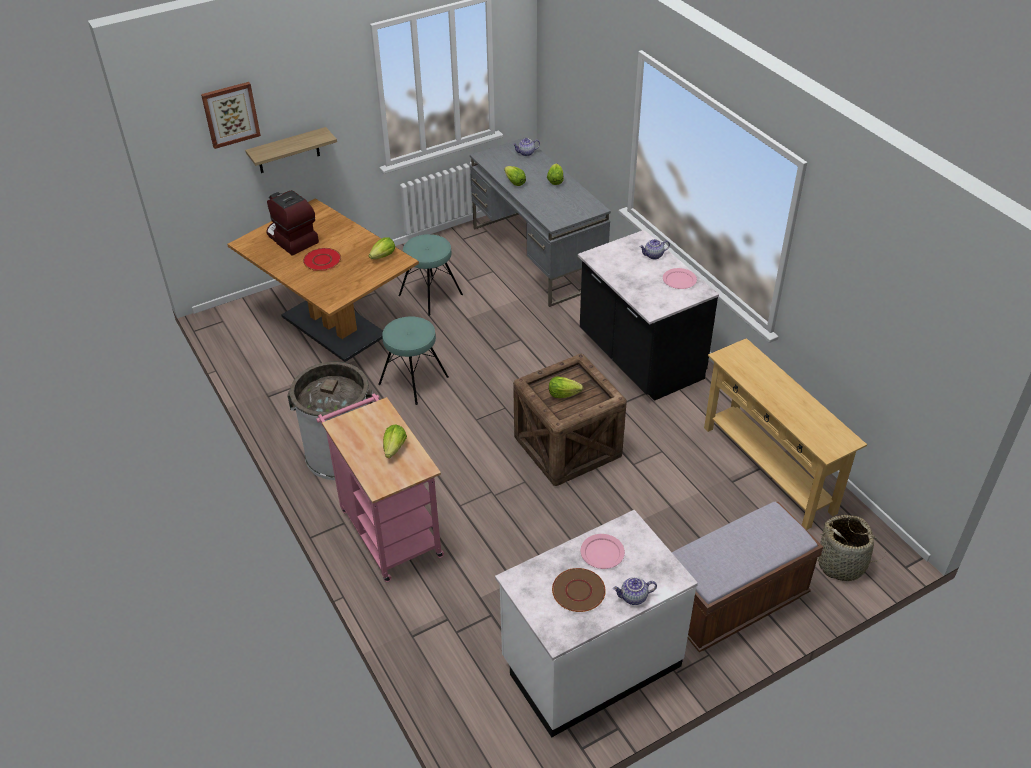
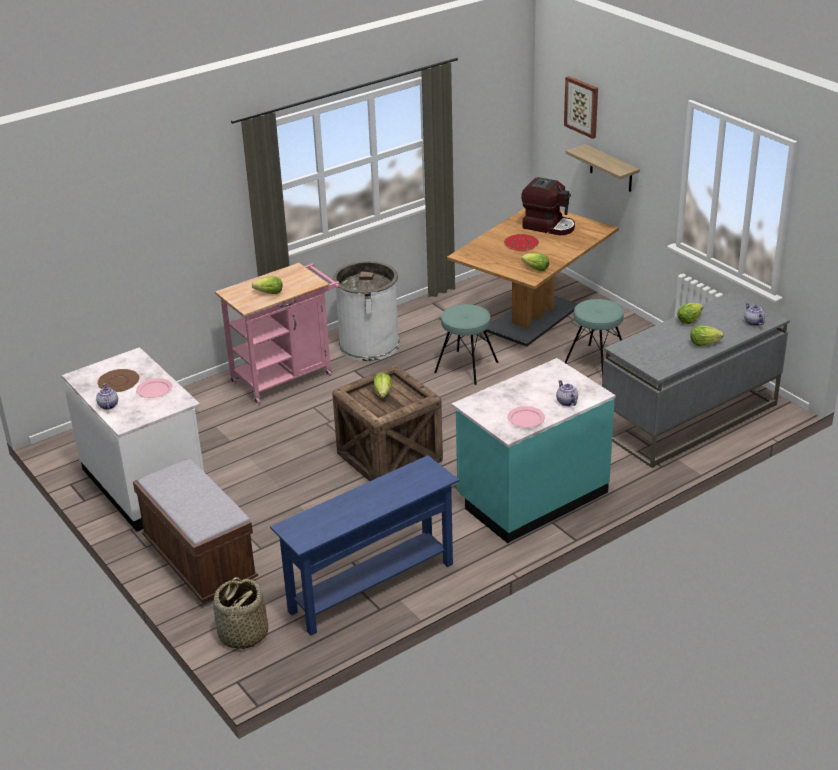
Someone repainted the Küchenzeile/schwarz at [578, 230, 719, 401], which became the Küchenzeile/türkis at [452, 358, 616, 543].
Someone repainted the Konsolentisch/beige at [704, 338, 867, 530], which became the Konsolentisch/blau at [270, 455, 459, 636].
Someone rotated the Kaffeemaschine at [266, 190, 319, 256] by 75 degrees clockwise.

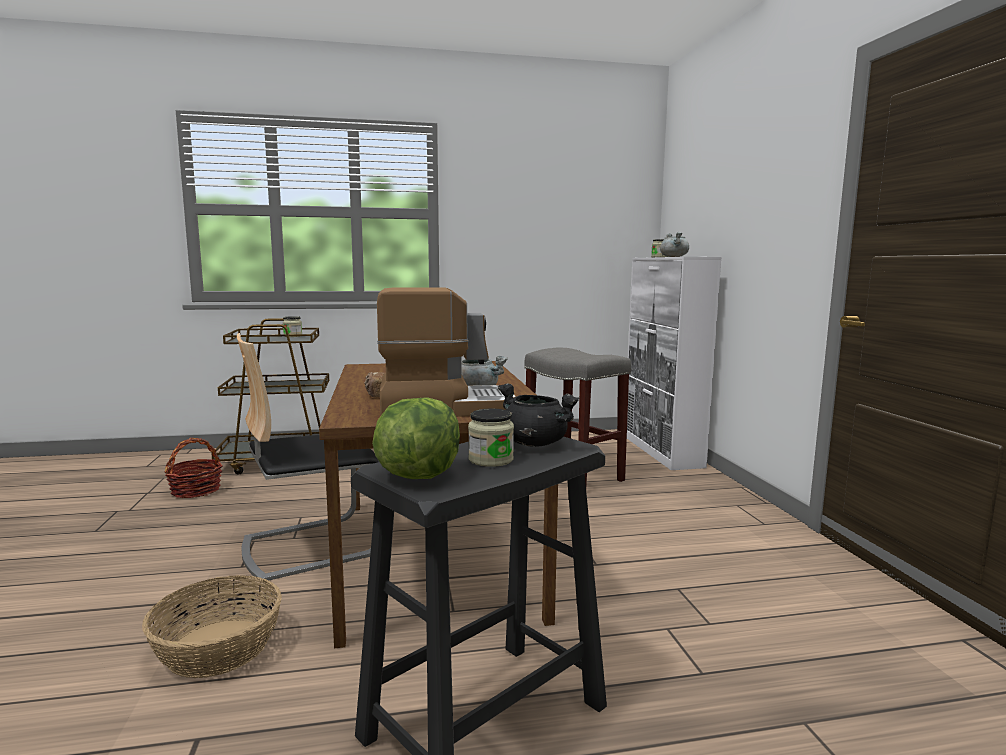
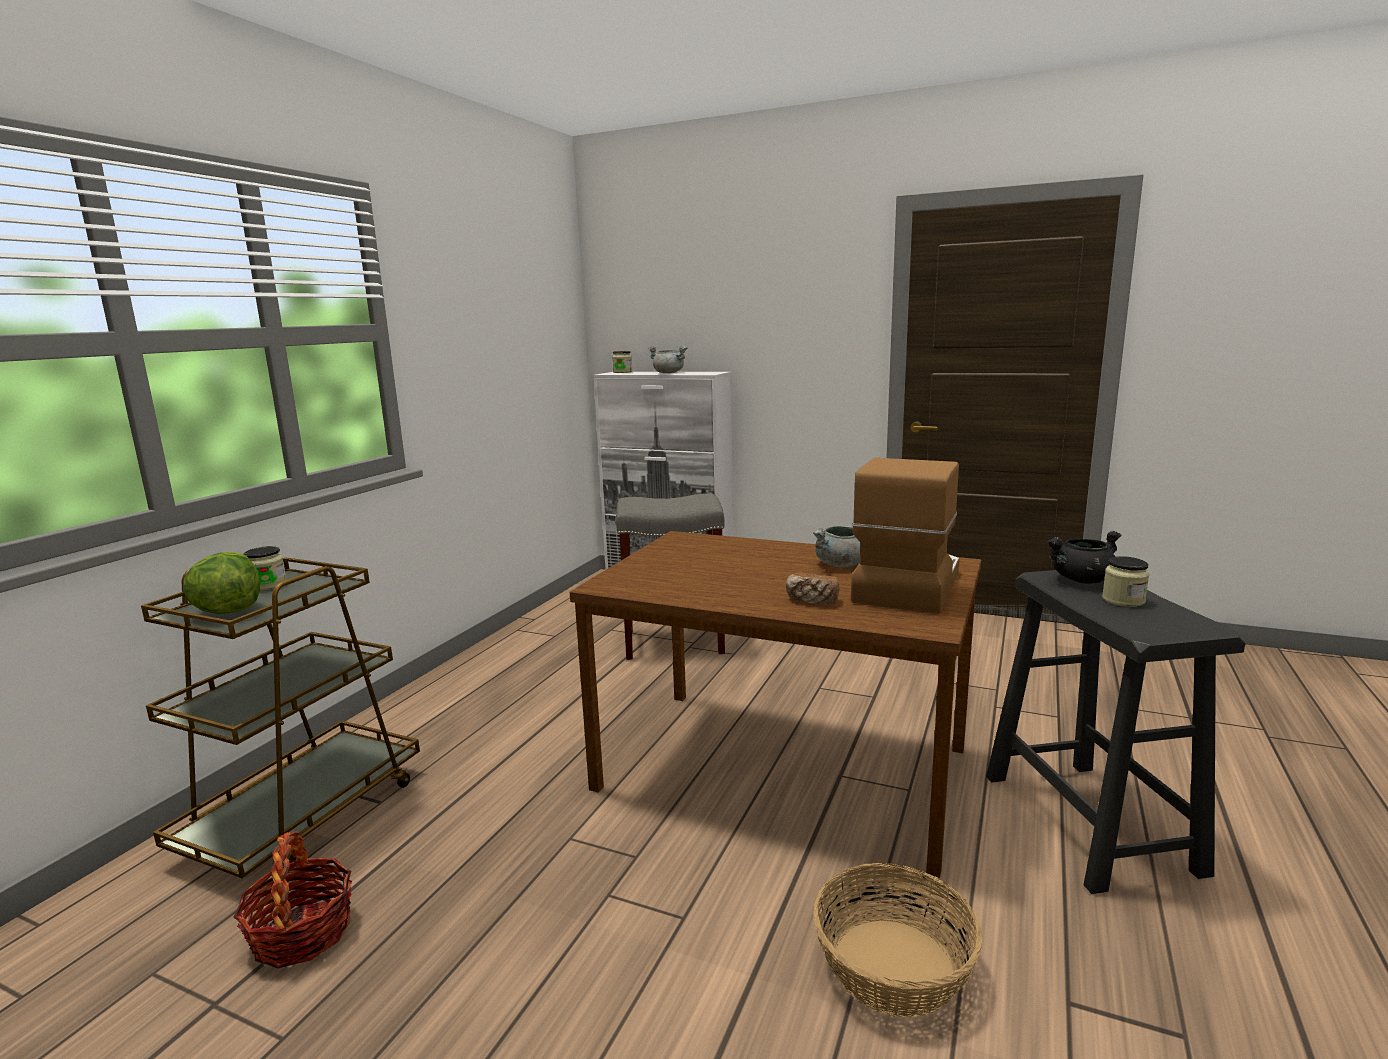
Someone took away the Stuhl at [237, 333, 379, 580].
Someone carried the Salatkopf from [372, 398, 460, 479] to [183, 552, 260, 614].

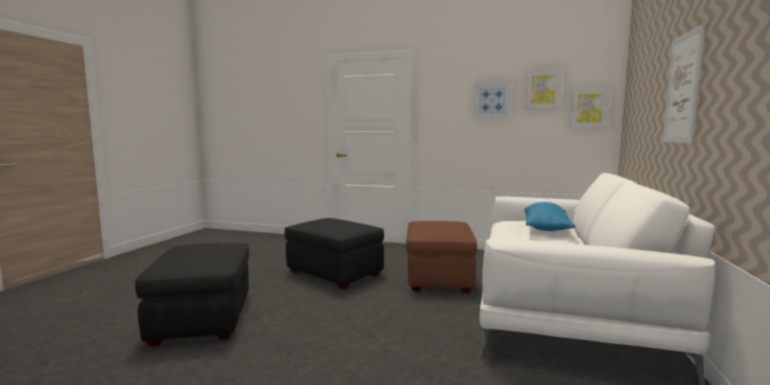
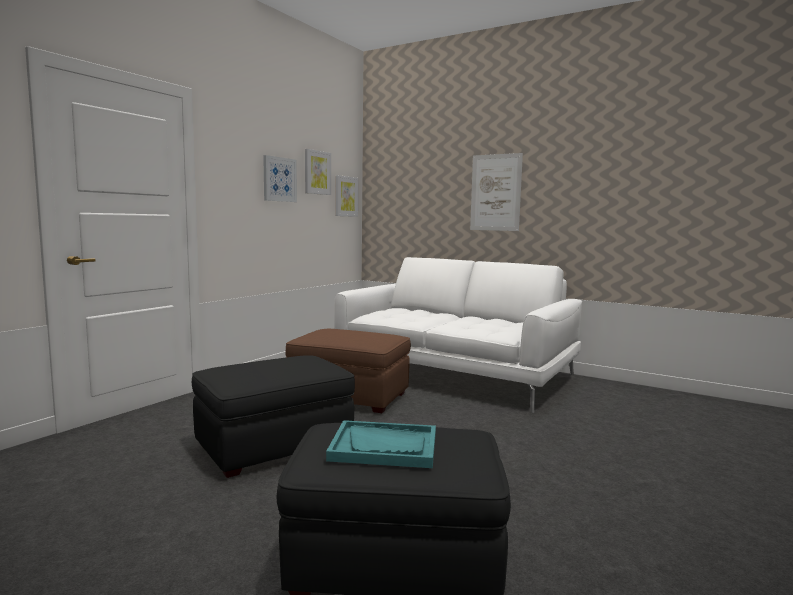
Someone took away the Kissen/blau at [524, 202, 576, 231].
Someone put down the Tablett/türkis at [326, 420, 436, 468].

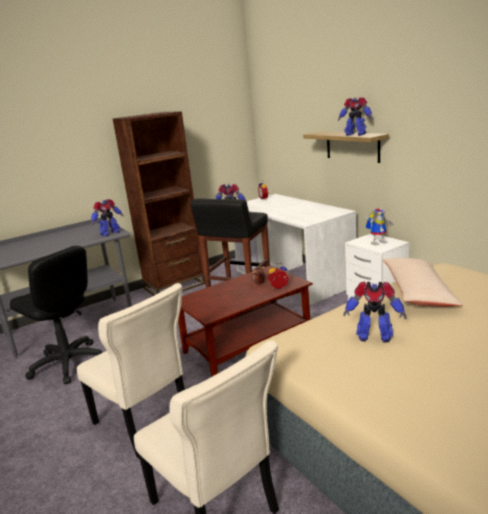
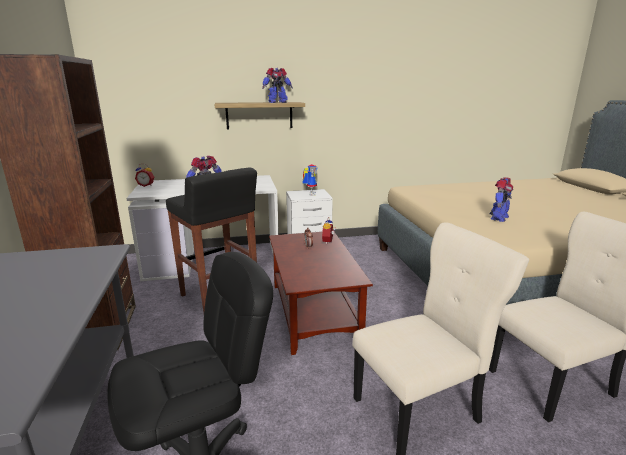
Someone took away the Spielzeugroboter at [91, 199, 124, 237].
Someone took away the Kissen/beige at [383, 258, 463, 307].

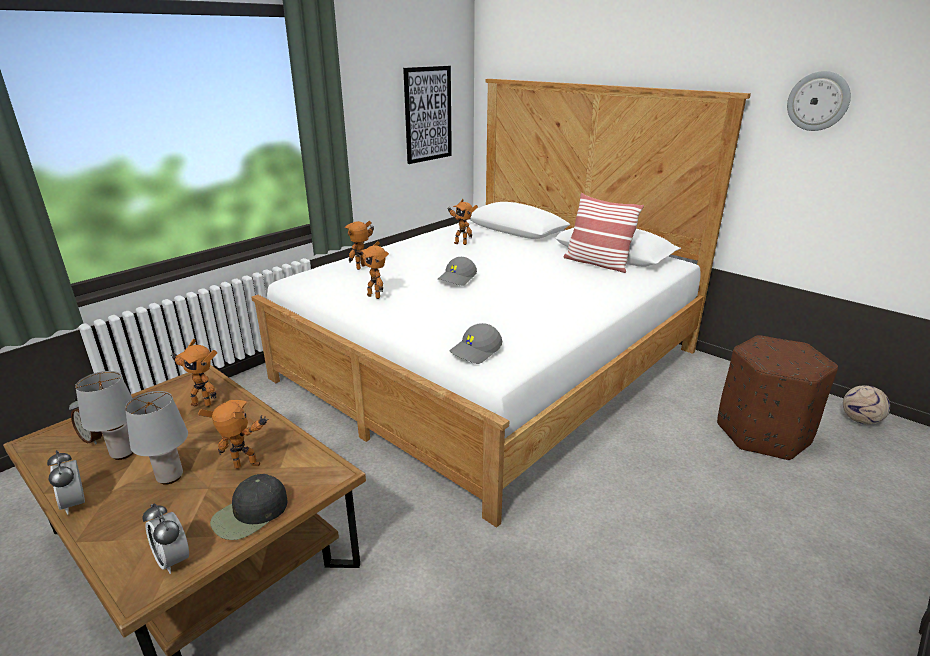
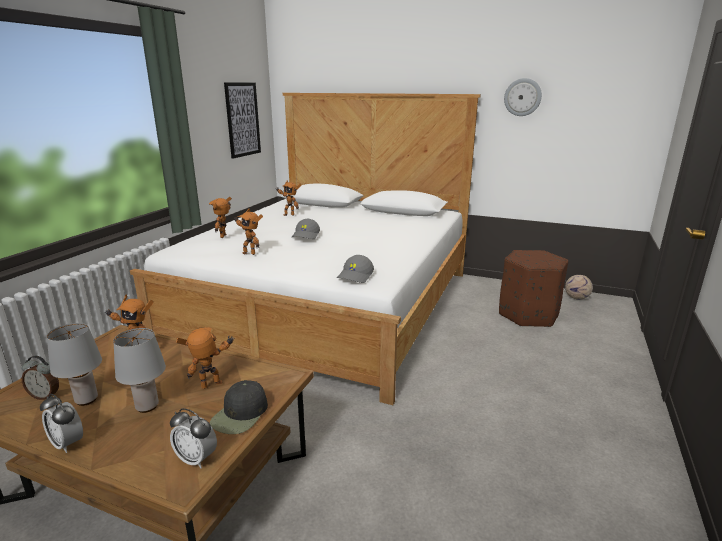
Someone took away the Kissen at [564, 193, 644, 273].

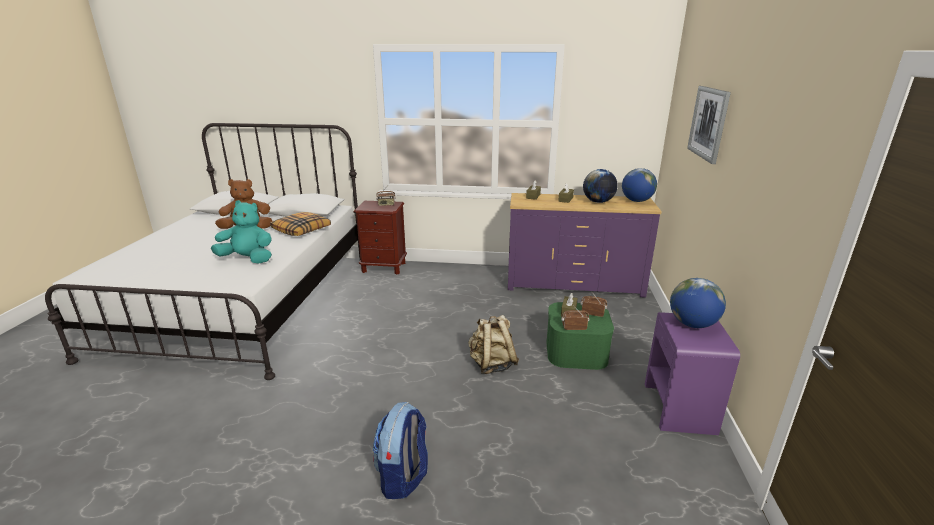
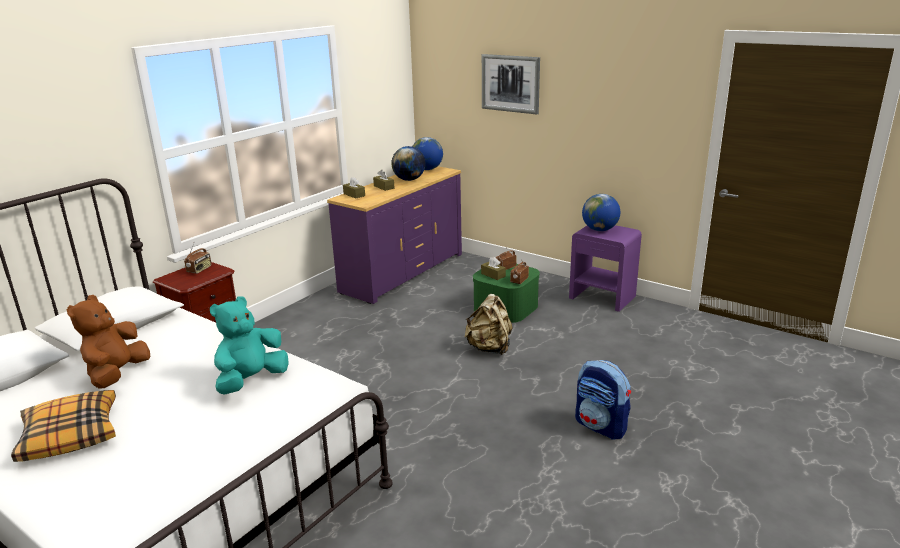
Someone carried the Kissen from [270, 212, 331, 236] to [11, 390, 116, 462].

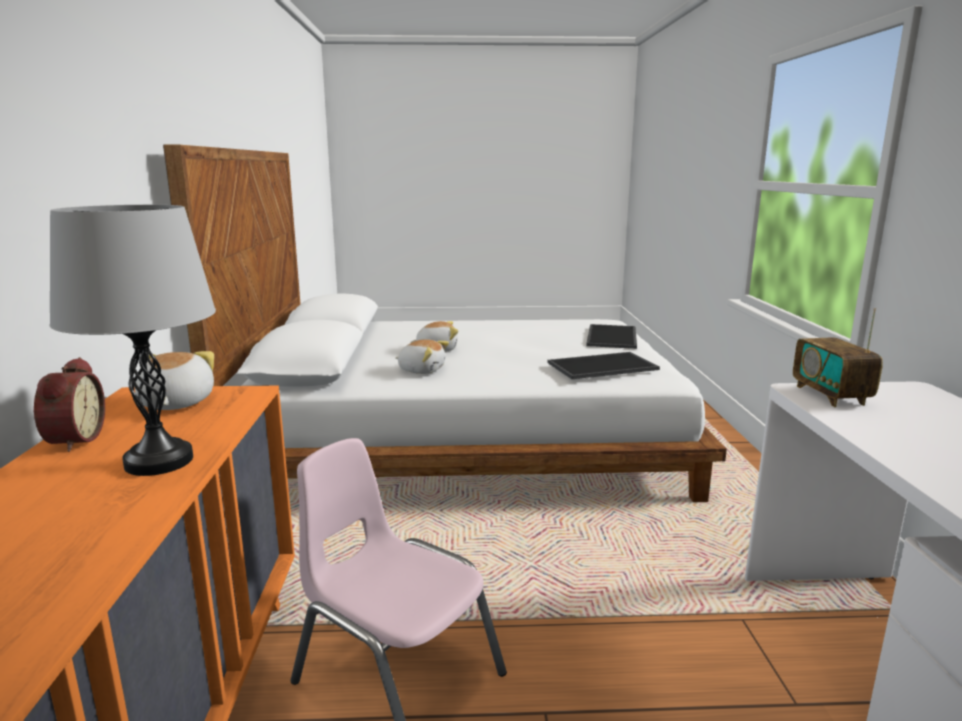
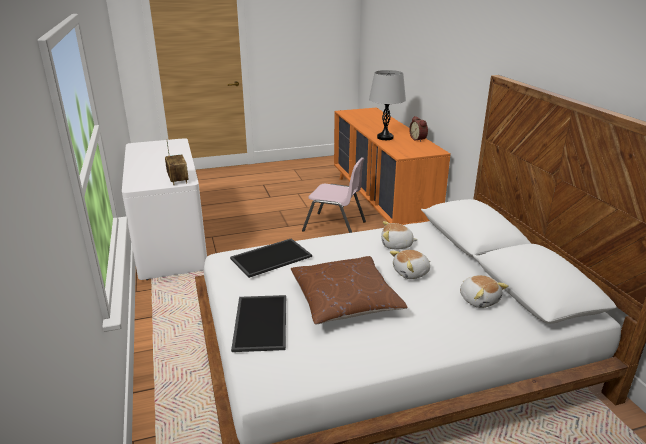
Someone put down the Kissen/braun at [291, 256, 407, 325].
Someone carried the Plüschtier from [135, 351, 214, 410] to [460, 275, 508, 308].

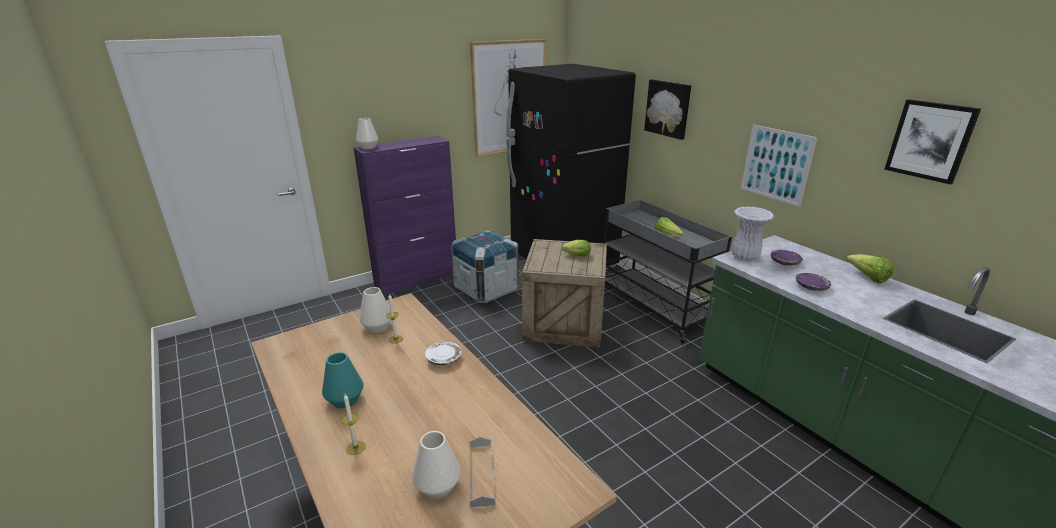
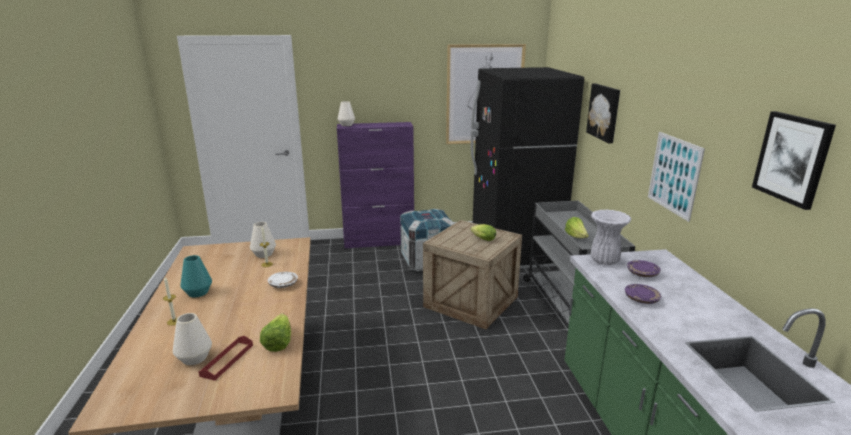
Someone carried the Salatkopf from [846, 254, 893, 284] to [260, 313, 291, 352].
Someone repainted the Tablett/grau at [469, 437, 495, 507], which became the Tablett/rot at [198, 336, 253, 381].

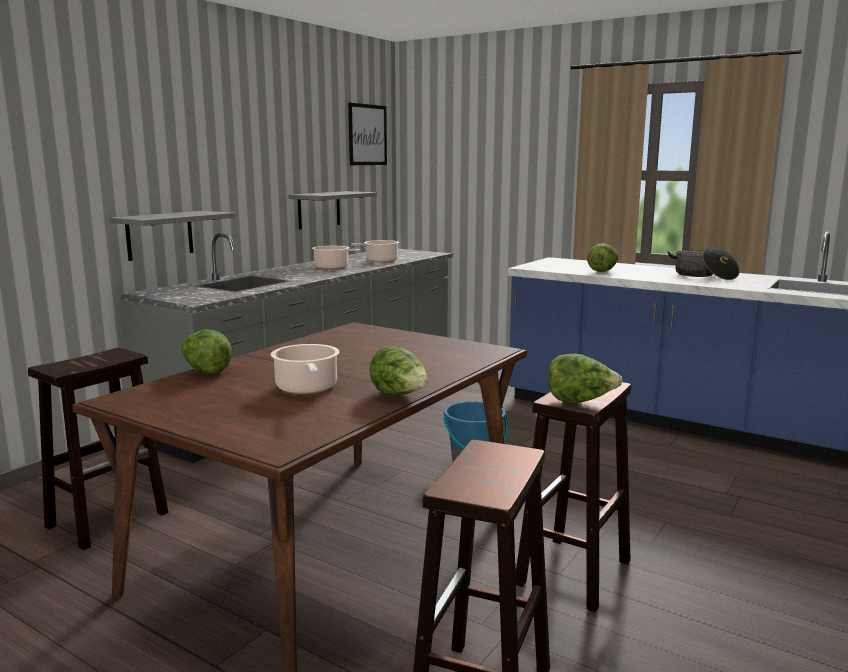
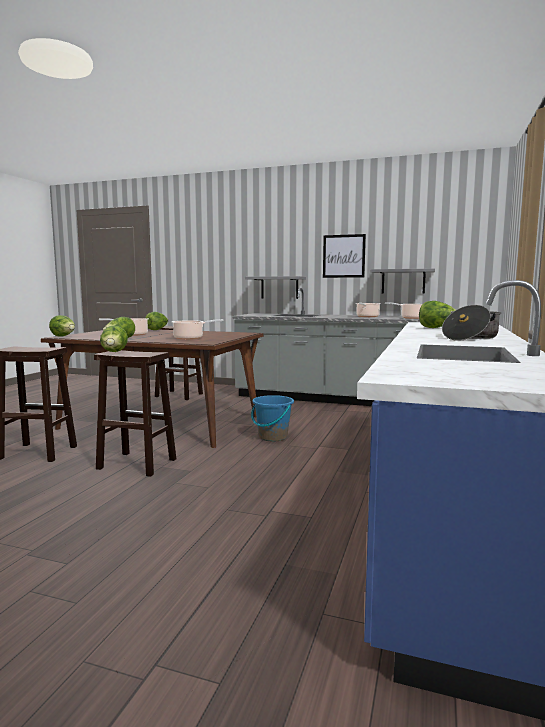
Someone put down the Salatkopf at [49, 315, 75, 337].
Someone put down the Kochtopf at [172, 319, 224, 340].
Someone carried the Bild from [348, 103, 387, 165] to [323, 234, 366, 278].

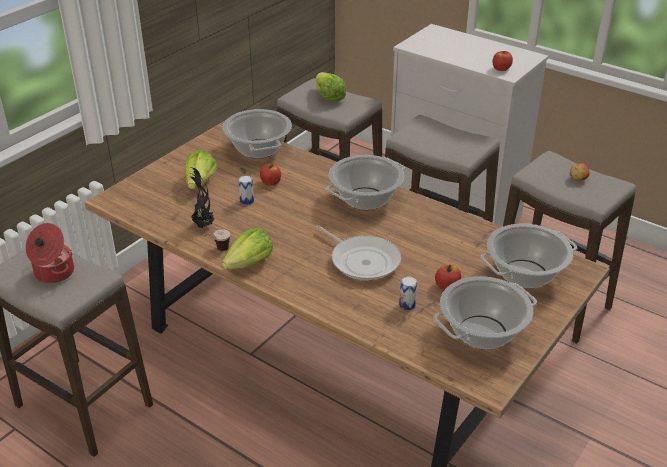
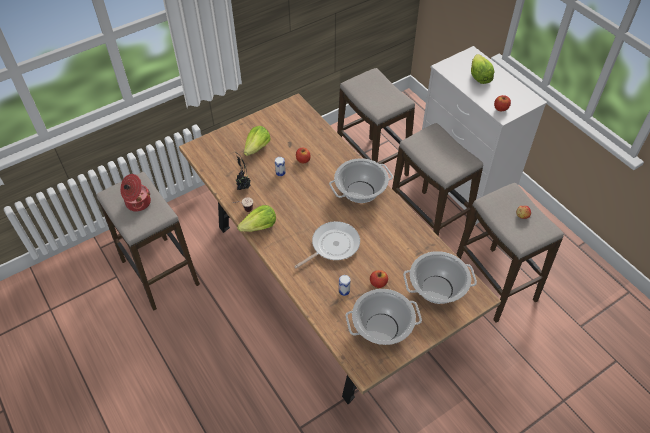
Someone took away the Kochtopf at [223, 109, 292, 159].
Someone carried the Salatkopf from [315, 72, 346, 102] to [471, 54, 495, 84].
Someone rotated the Pfanne at [316, 225, 401, 281] by 105 degrees counterclockwise.

